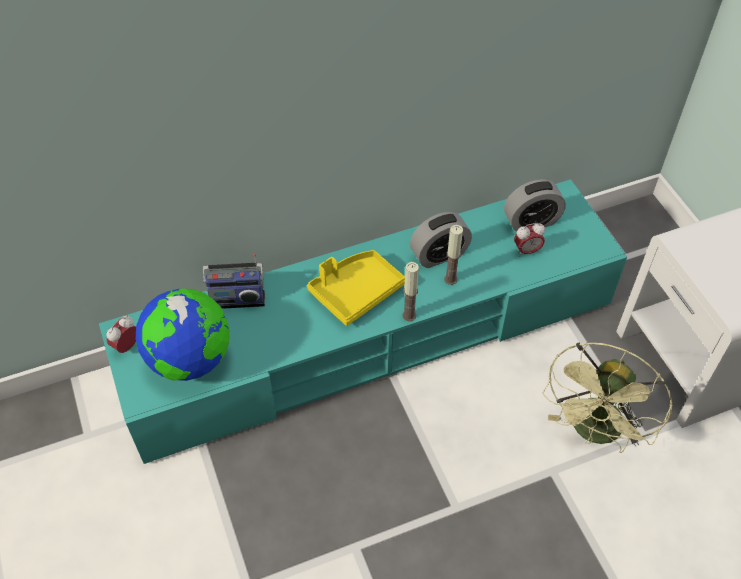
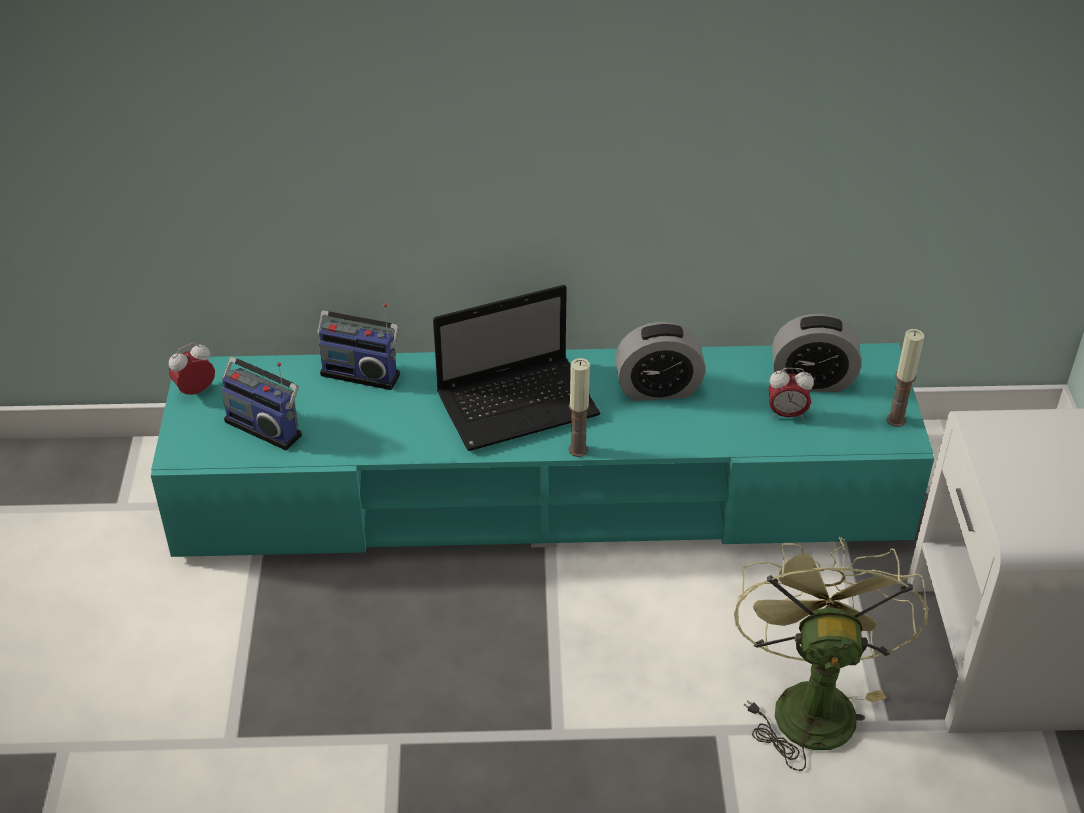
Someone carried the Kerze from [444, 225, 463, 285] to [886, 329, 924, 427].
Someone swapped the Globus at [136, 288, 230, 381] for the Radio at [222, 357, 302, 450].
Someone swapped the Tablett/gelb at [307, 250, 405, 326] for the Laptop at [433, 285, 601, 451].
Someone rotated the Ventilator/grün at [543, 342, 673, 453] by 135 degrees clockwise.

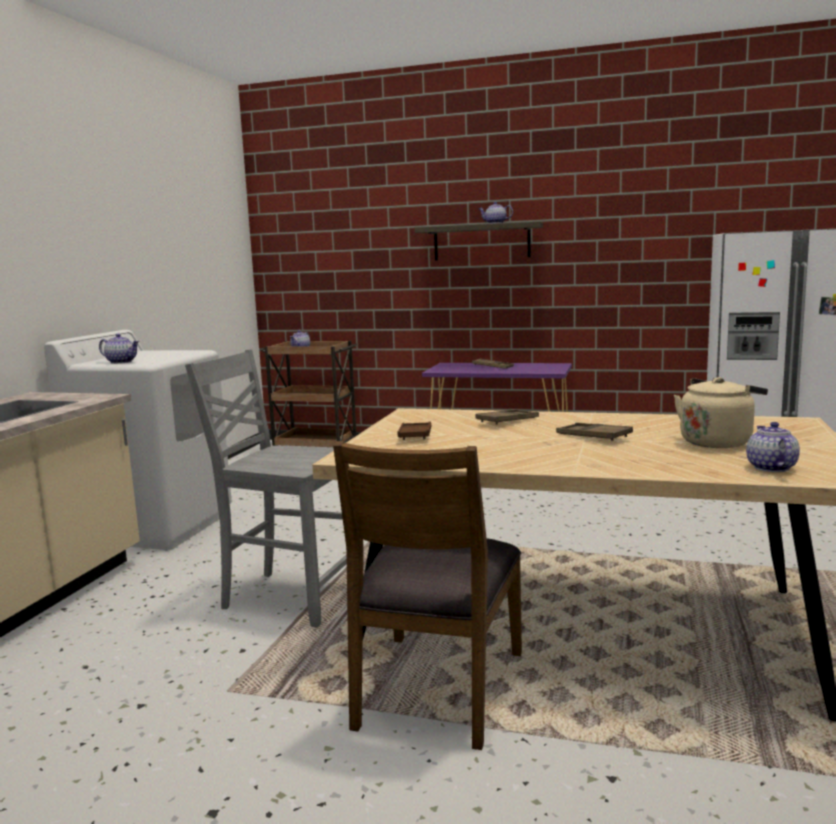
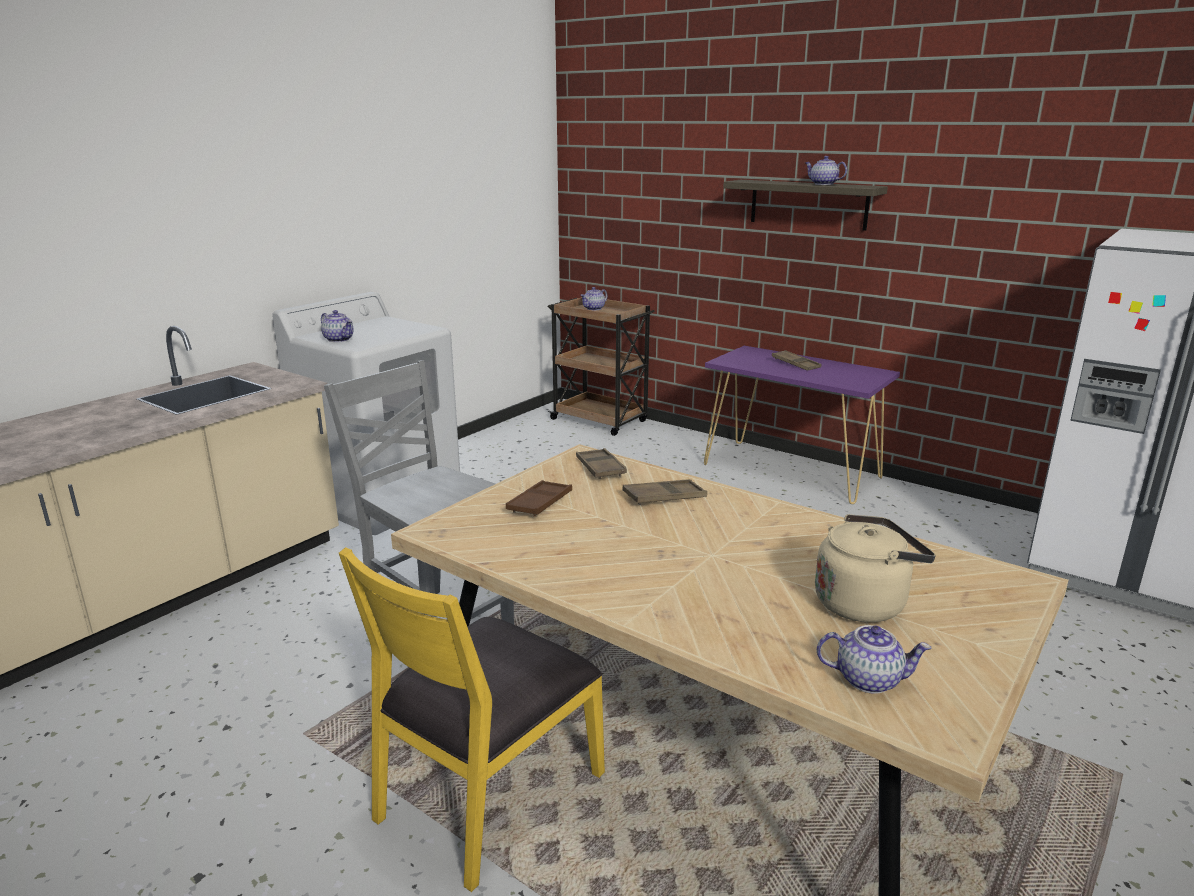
Someone carried the Tablett/braun from [556, 423, 633, 441] to [576, 448, 627, 479].
Someone repainted the Stuhl/braun at [333, 441, 522, 750], which became the Stuhl/gelb at [339, 547, 605, 892].
Someone rotated the Teekanne at [746, 422, 800, 472] by 75 degrees clockwise.

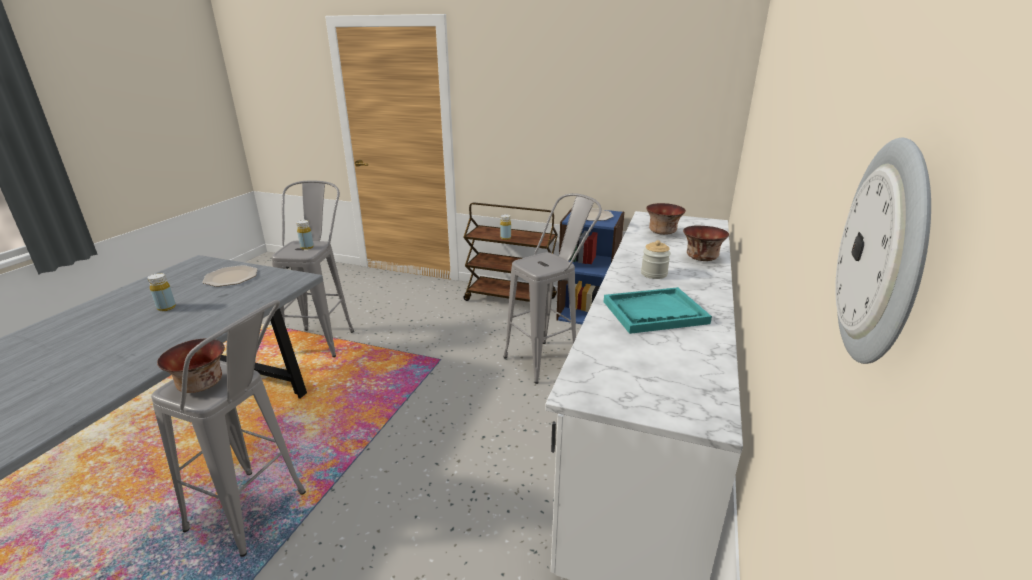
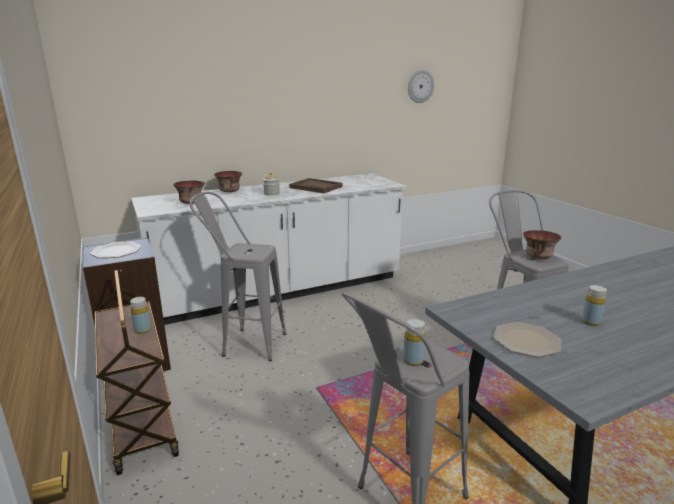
Someone repainted the Tablett/türkis at [604, 287, 712, 334], which became the Tablett/braun at [289, 178, 342, 193].

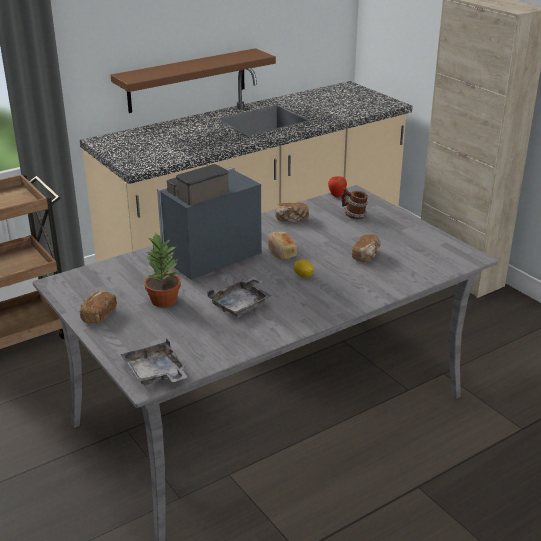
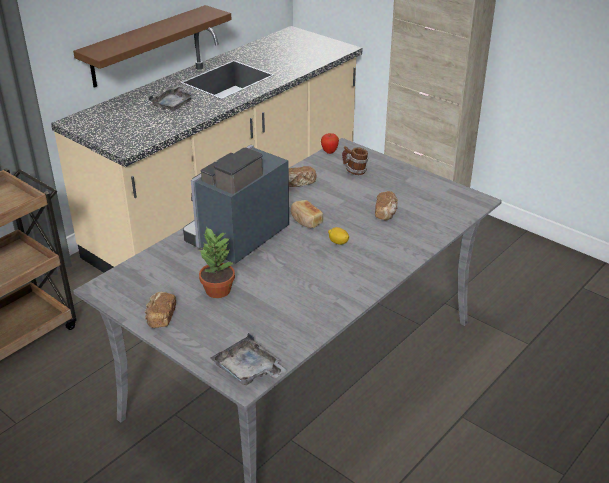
Someone carried the Tablett/grau from [207, 277, 272, 316] to [149, 85, 196, 110].

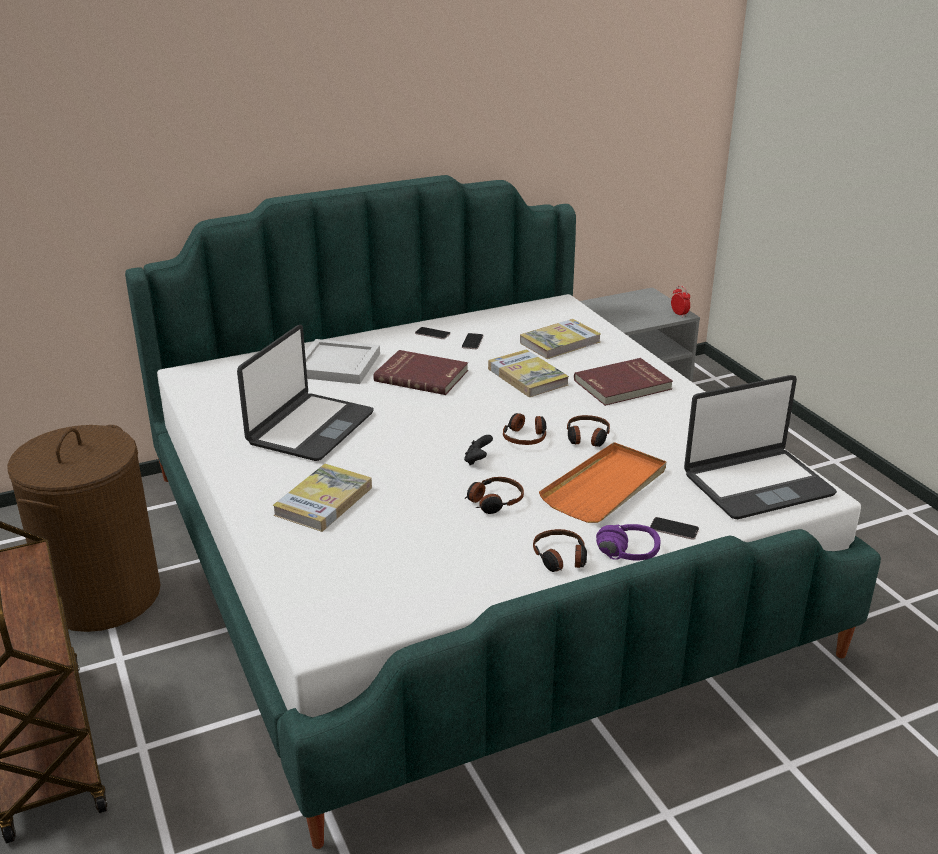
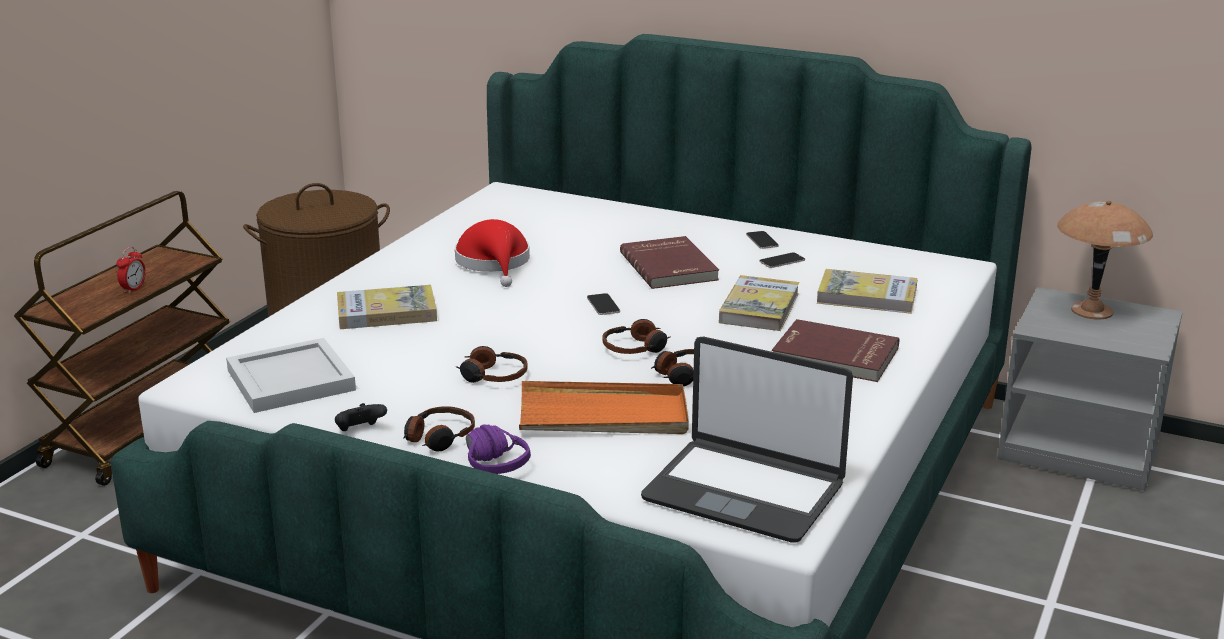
Someone put down the Tischlampe/braun at [1057, 200, 1153, 319].
Someone carried the Tablett/weiß from [305, 339, 380, 384] to [226, 338, 356, 413].
Someone carried the Gamepad/schwarz from [464, 435, 493, 465] to [335, 403, 387, 431].
Someone carried the Handy from [650, 517, 699, 540] to [587, 293, 620, 315].
Someone carried the Wecker from [671, 285, 690, 317] to [117, 247, 146, 294].
Someone swapped the Laptop at [237, 325, 374, 461] for the Hut/rot at [455, 219, 530, 287].

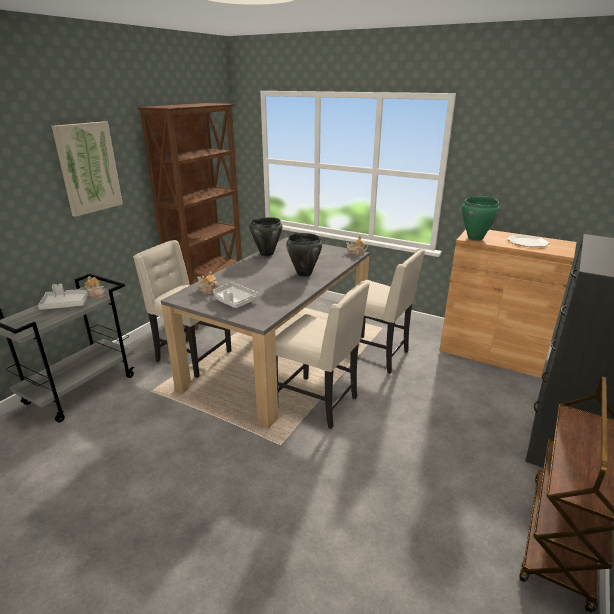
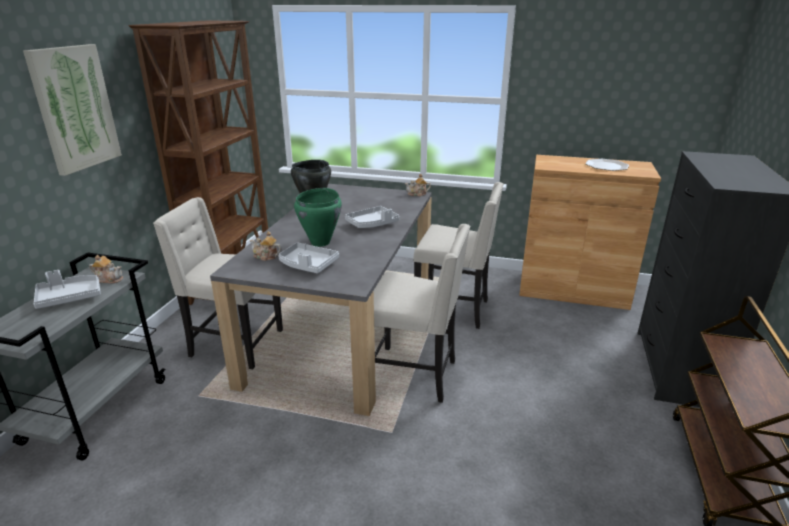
Someone carried the Kochtopf/grün from [462, 196, 500, 241] to [294, 188, 342, 247].
Someone swapped the Kochtopf/schwarz at [286, 233, 322, 277] for the Tablett/grau at [345, 206, 400, 228].

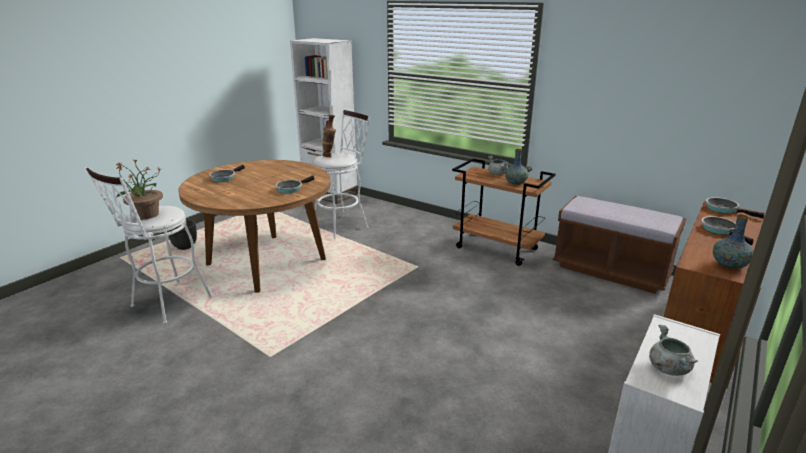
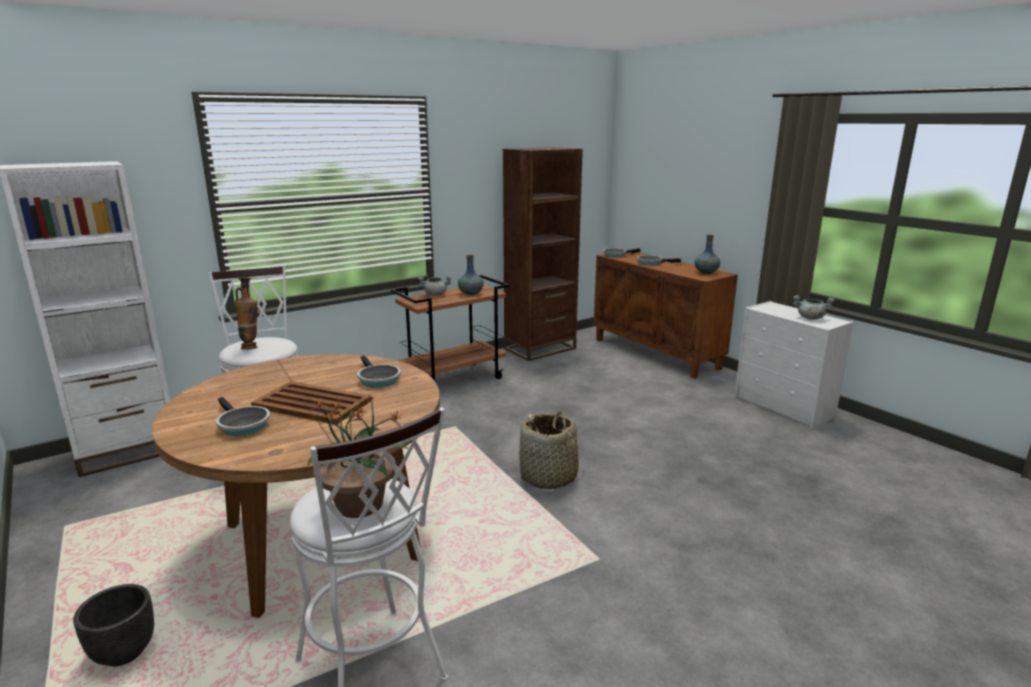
Someone put down the Tablett/braun at [251, 381, 371, 424].
Someone put down the Korb at [519, 412, 584, 489].
Someone swapped the Bank/braun at [553, 196, 686, 294] for the Bücherregal/braun at [503, 147, 583, 361].

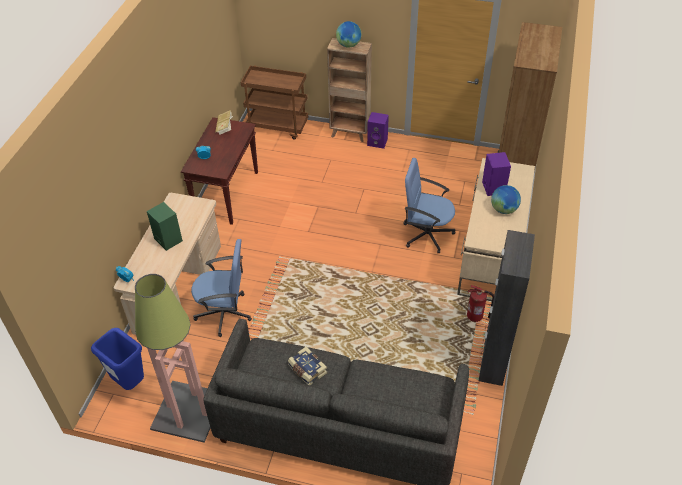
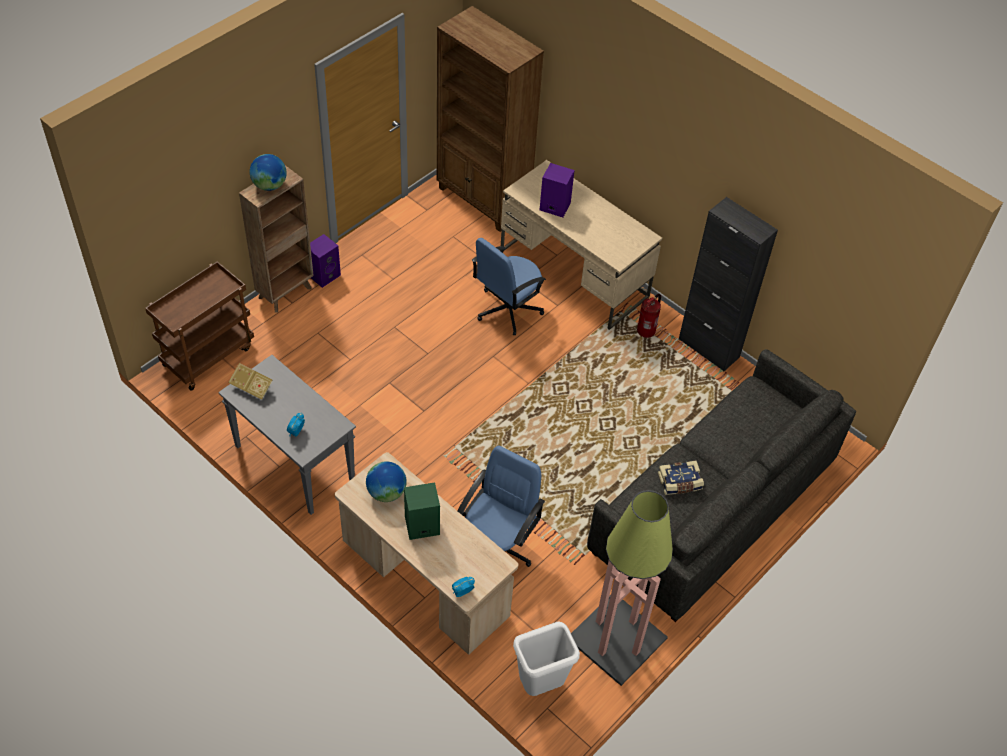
Someone carried the Globus from [491, 185, 521, 214] to [366, 461, 407, 502].
Someone repainted the Mülleimer/blau at [91, 328, 144, 390], which became the Mülleimer/weiß at [513, 621, 580, 696].
Someone repainted the Konsolentisch/braun at [181, 117, 258, 225], which became the Konsolentisch/grau at [218, 355, 356, 515].

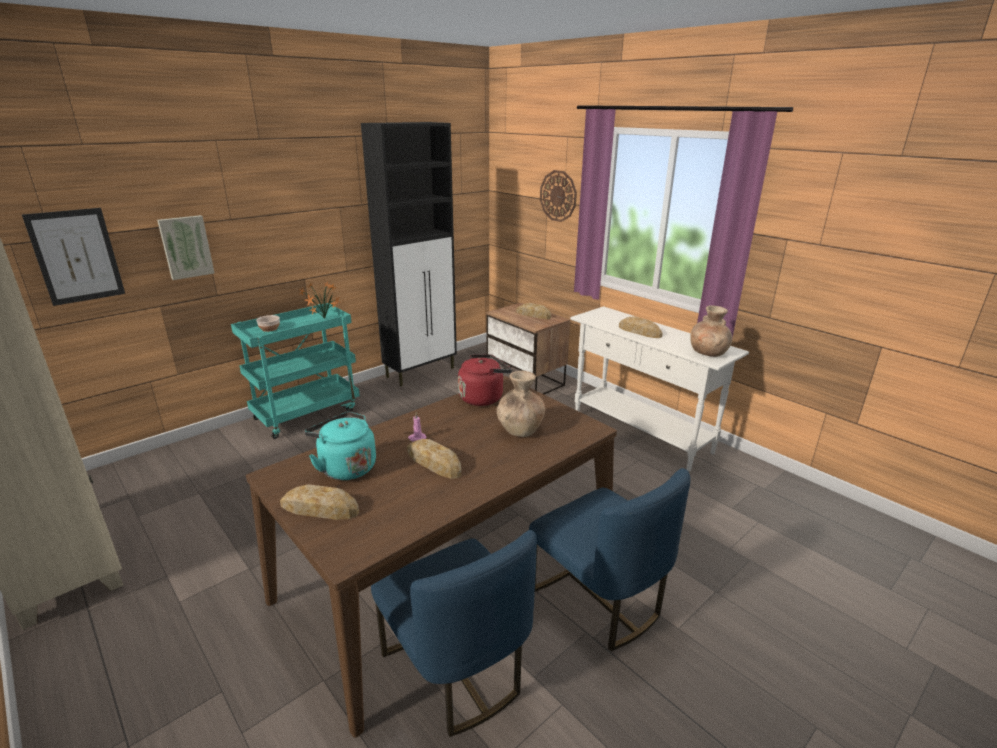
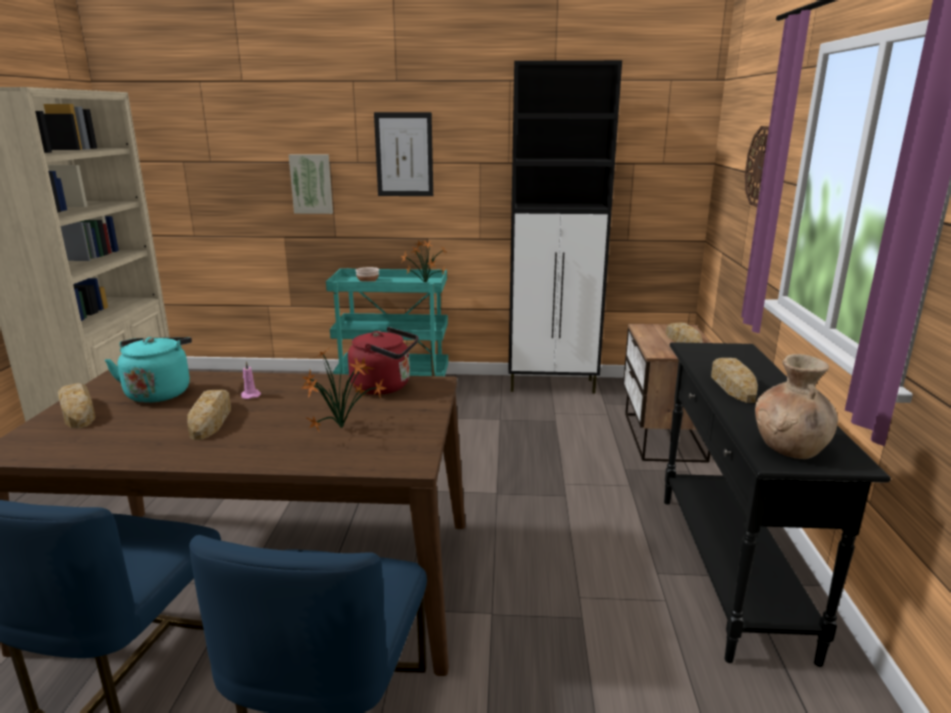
Someone carried the Bild from [22, 208, 125, 306] to [374, 112, 433, 196].
Someone swapped the Vase/braun at [497, 371, 545, 437] for the Topfpflanze at [301, 348, 387, 431].
Someone repainted the Konsolentisch/weiß at [570, 306, 749, 471], which became the Konsolentisch/schwarz at [664, 342, 891, 667].

